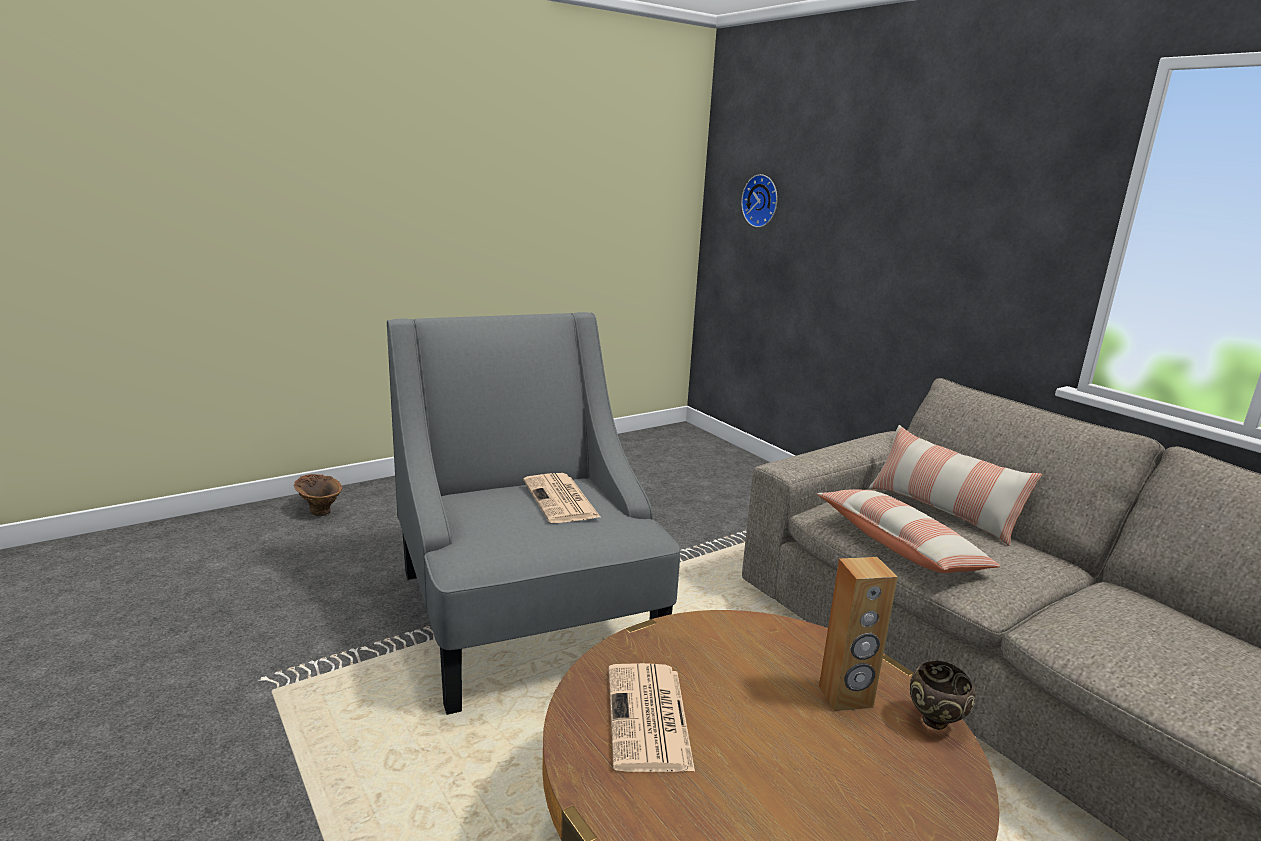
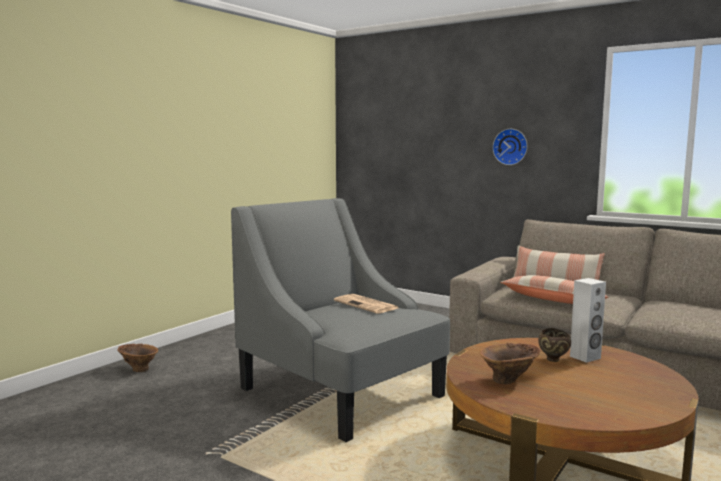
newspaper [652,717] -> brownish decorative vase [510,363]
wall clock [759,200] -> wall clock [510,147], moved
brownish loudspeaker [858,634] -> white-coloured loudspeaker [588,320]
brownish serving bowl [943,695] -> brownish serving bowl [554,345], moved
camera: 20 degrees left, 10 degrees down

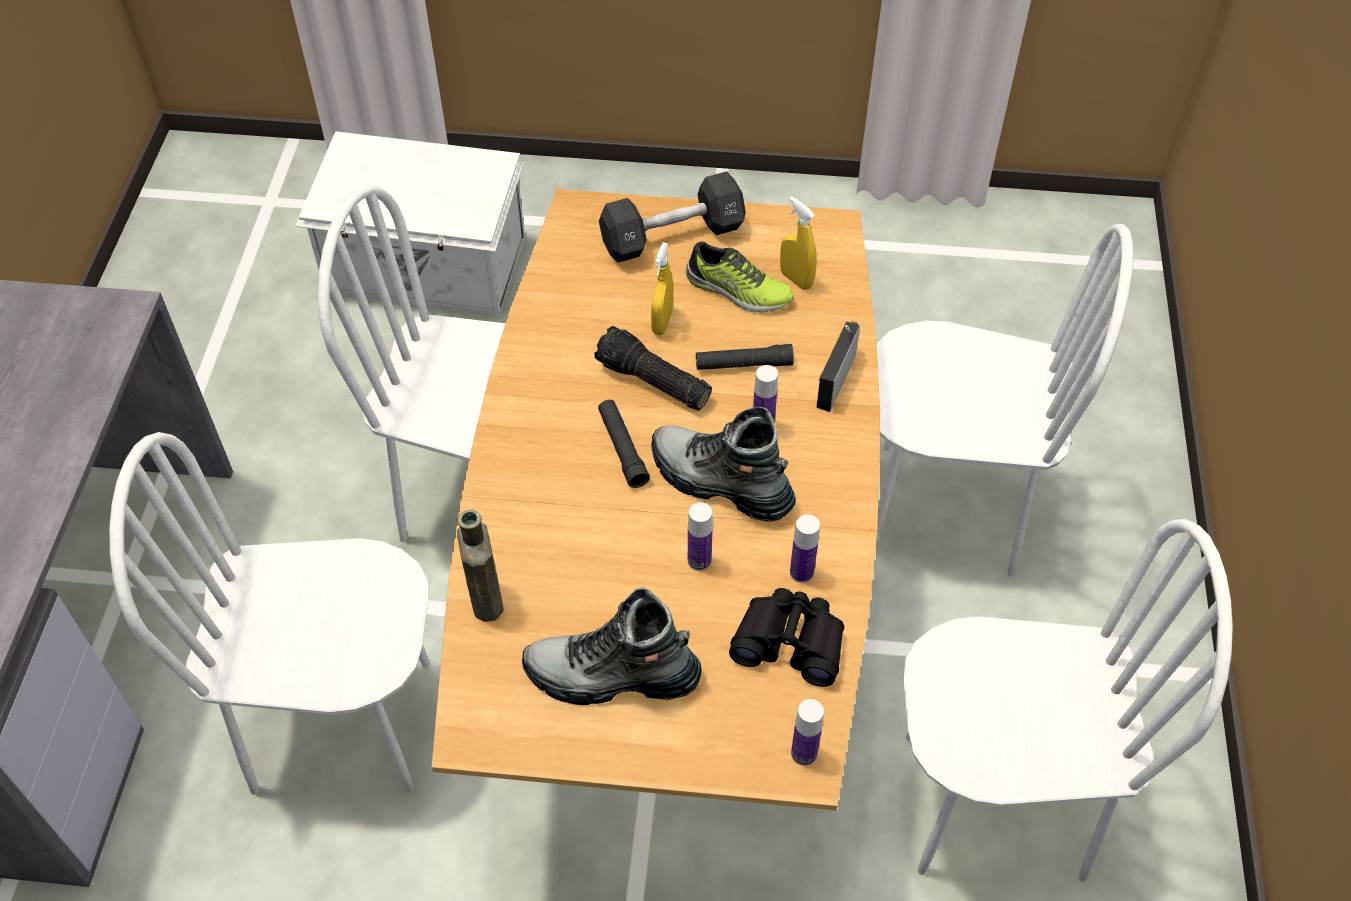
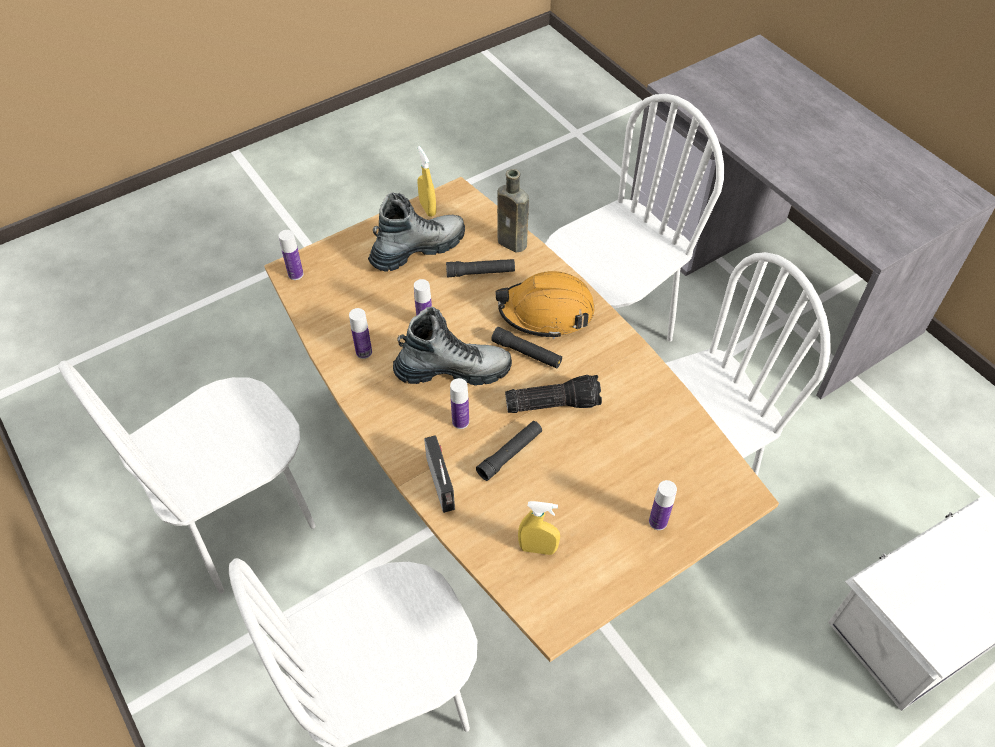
black-coloured free weight [672,217] -> drink bottle [663,505]
yellow-coloured spray bottle [662,288] -> yellow-coloured spray bottle [427,181], moved
low shoe [740,277] -> none
black-coloured binoculars [786,637] -> none
none -> black-coloured hand torch [480,268]
none -> orangey hard hat [544,305]
camera: 140 degrees right, 0 degrees up

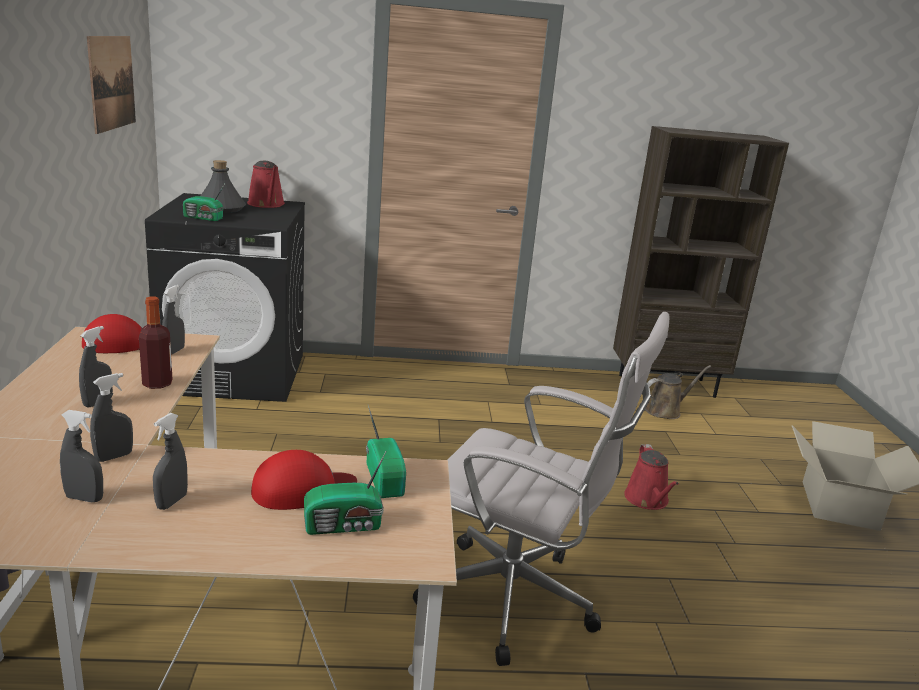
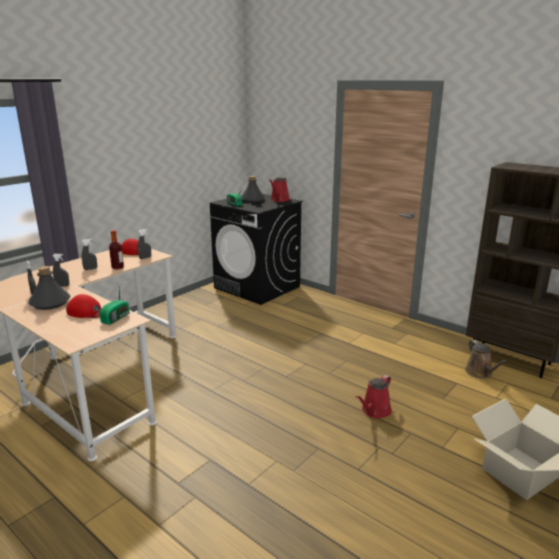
wall picture [111,85] -> none
gray spray bottle [170,461] -> gray drink bottle [49,288]
radio receiver [345,493] -> none
white-coloured office chair [541,489] -> none
brownish sprinkling can [678,392] -> brownish sprinkling can [486,359], 60 degrees clockwise
camera: 45 degrees right, 0 degrees up

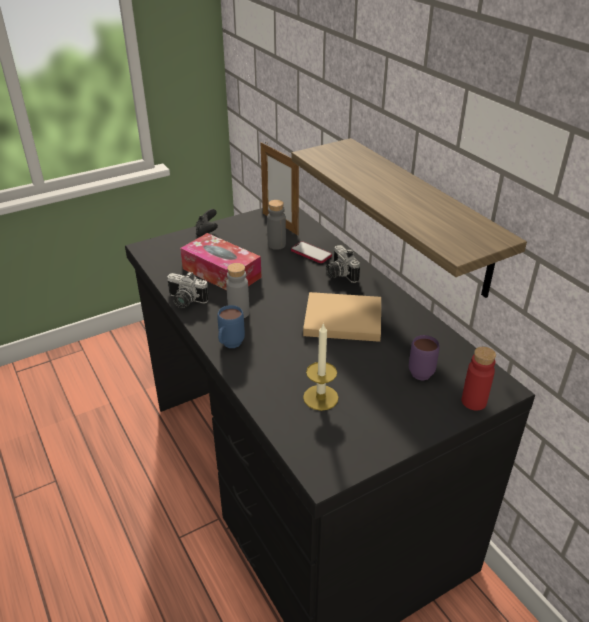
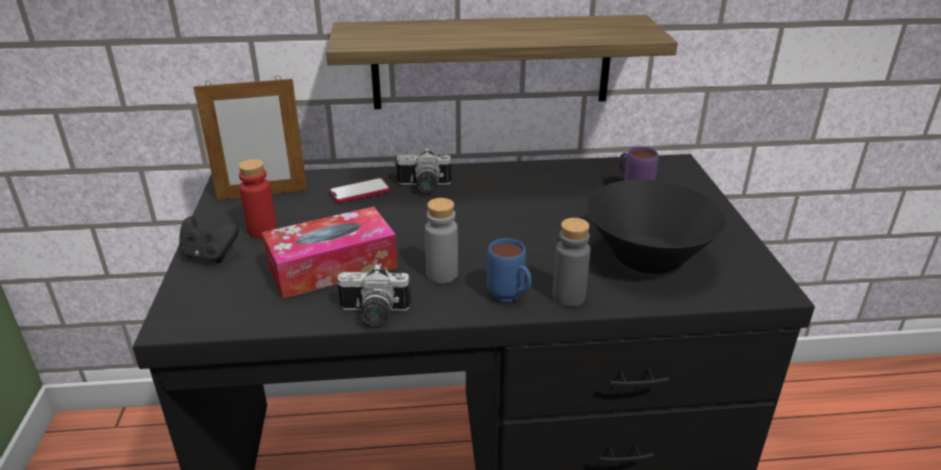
photo camera [188,290] -> photo camera [374,294], 45 degrees clockwise
gray drink bottle [276,225] -> gray drink bottle [571,262], moved
beige-coloured volume [342,317] -> none
wax light [321,367] -> black-coloured serving bowl [656,226]
reddish drink bottle [479,379] -> reddish drink bottle [257,198], moved
camera: 65 degrees left, 5 degrees down

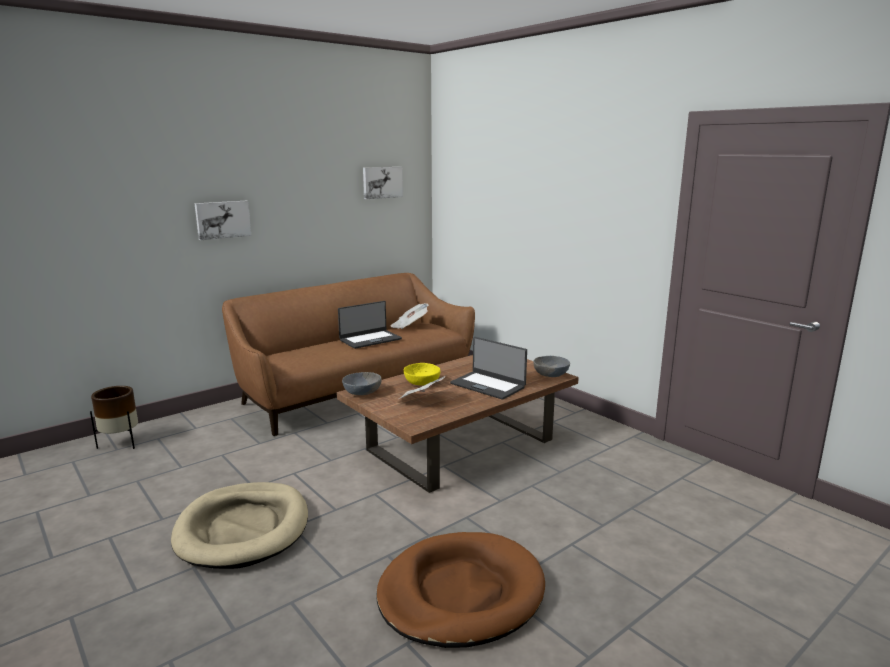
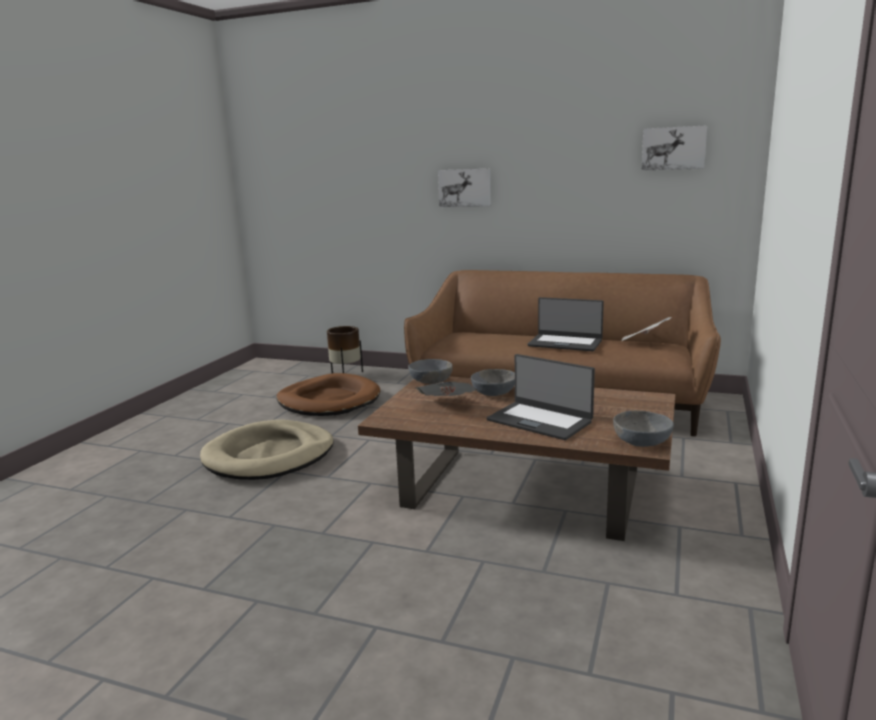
brownish pet bed [460,590] -> brownish pet bed [328,394], moved
yellow-coloured serving bowl [422,374] -> gray serving bowl [493,382]
laptop [488,368] -> laptop [541,397], 60 degrees counterclockwise
camera: 60 degrees right, 0 degrees up

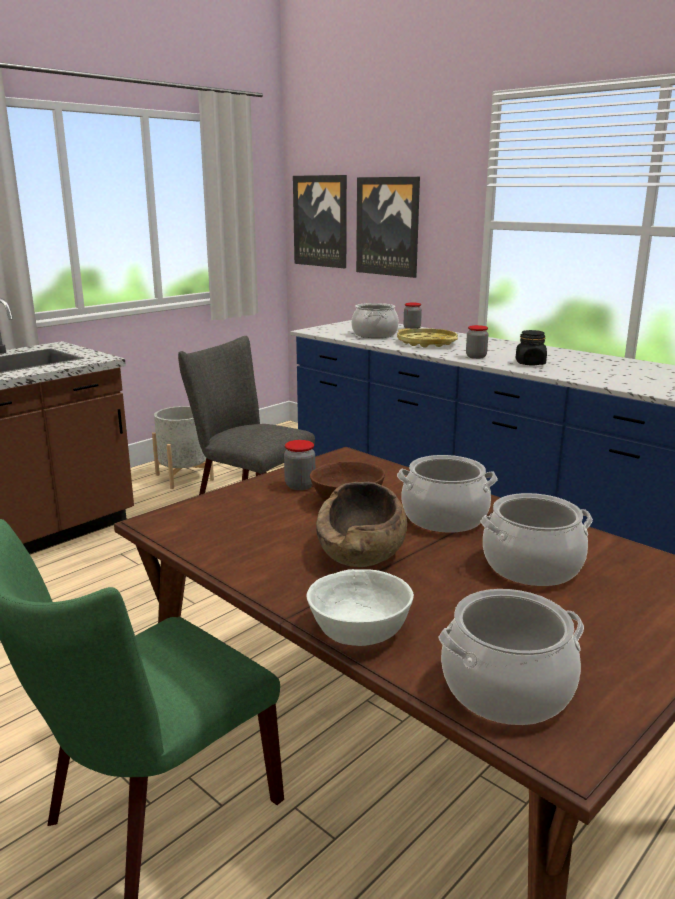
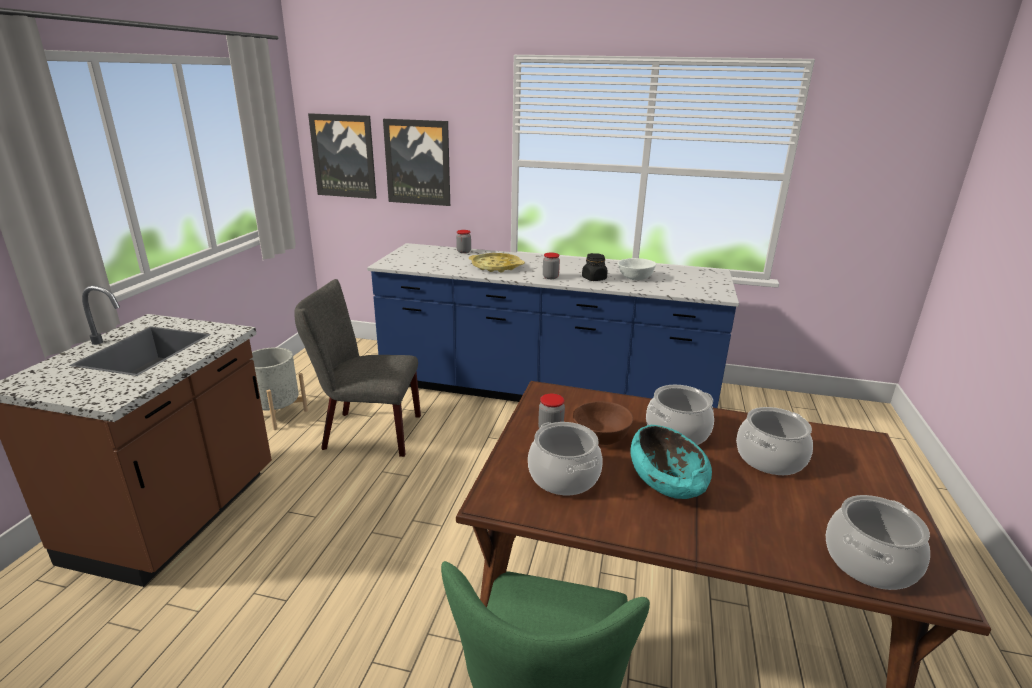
white-coloured serving bowl [360,607] -> white-coloured serving bowl [637,269], moved
brownish serving bowl [361,524] -> blue-green serving bowl [671,462]
stockpot [375,320] -> stockpot [565,458], moved
camera: 30 degrees left, 5 degrees up

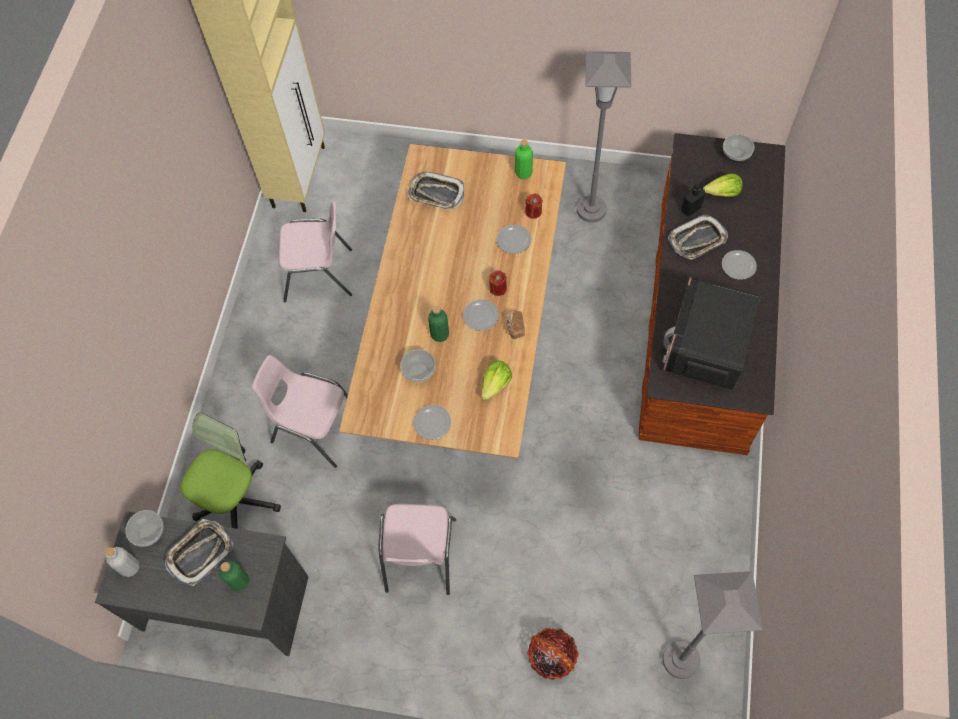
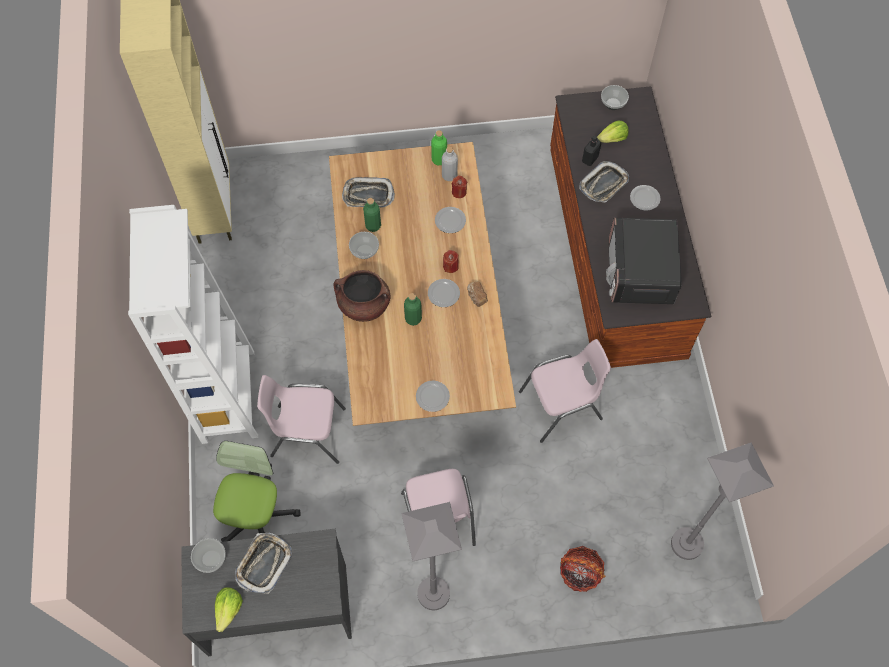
gray drink bottle [122,562] -> gray drink bottle [450,164], moved
green-coloured drink bottle [234,576] -> green-coloured drink bottle [372,215], moved
pinkish plain chair [315,251] -> pinkish plain chair [565,391], moved
serving bowl [418,365] -> serving bowl [364,245], moved
head of lettuce [496,380] -> head of lettuce [229,609], moved
gray standing lamp [604,137] -> gray standing lamp [431,556], moved
none -> white-coloured bookshelf [193,324]
none -> brownish stockpot [362,296]
camera: 20 degrees left, 0 degrees up

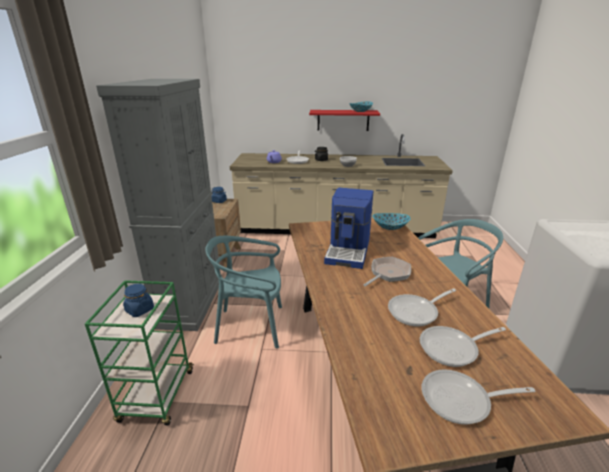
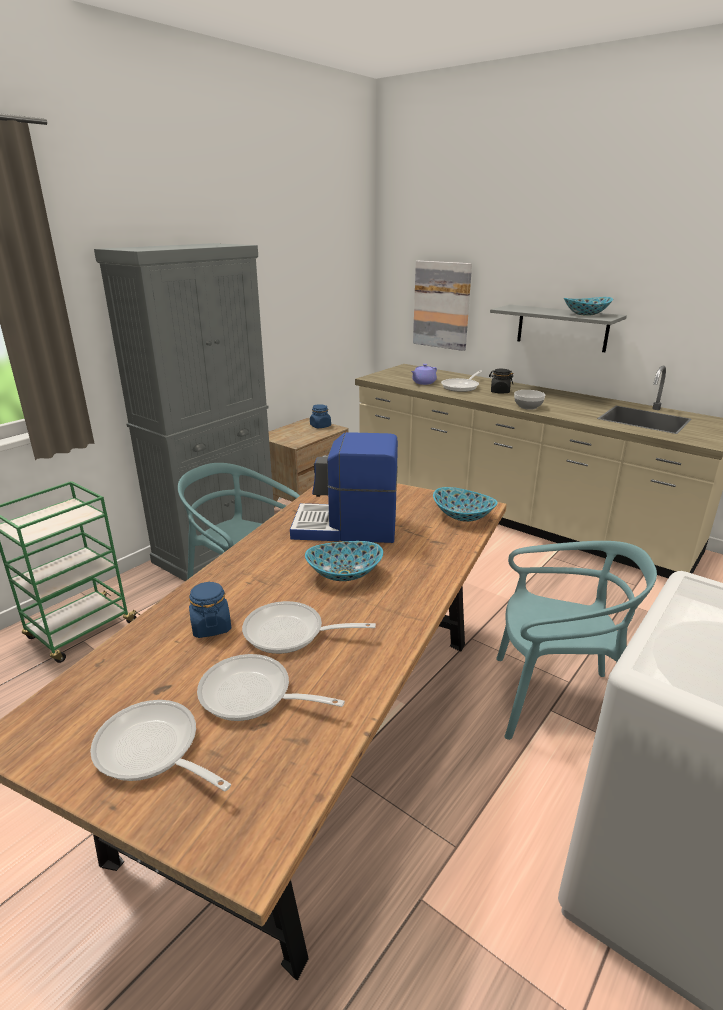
blue storage jar [138,300] -> blue storage jar [210,610], moved
reddish wall shelf [344,120] -> gray wall shelf [558,328]
coffee brewer [348,228] -> coffee brewer [344,487], 45 degrees clockwise
pan [387,271] -> serving bowl [344,561]
none -> wall picture [442,306]
camera: 35 degrees right, 0 degrees up

